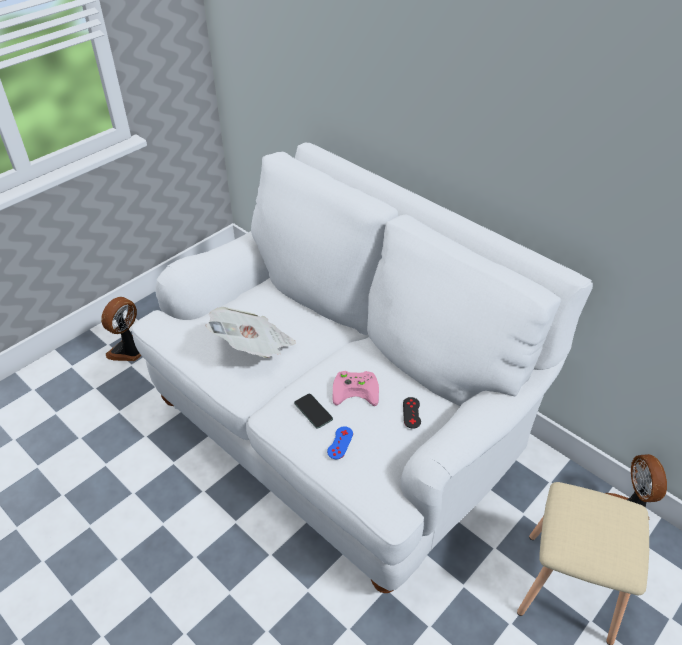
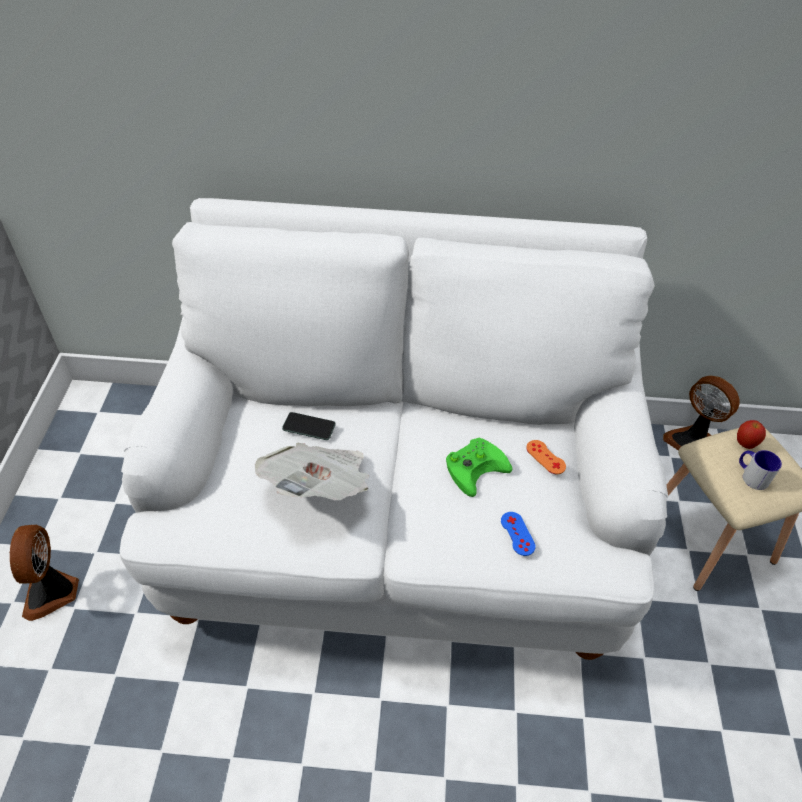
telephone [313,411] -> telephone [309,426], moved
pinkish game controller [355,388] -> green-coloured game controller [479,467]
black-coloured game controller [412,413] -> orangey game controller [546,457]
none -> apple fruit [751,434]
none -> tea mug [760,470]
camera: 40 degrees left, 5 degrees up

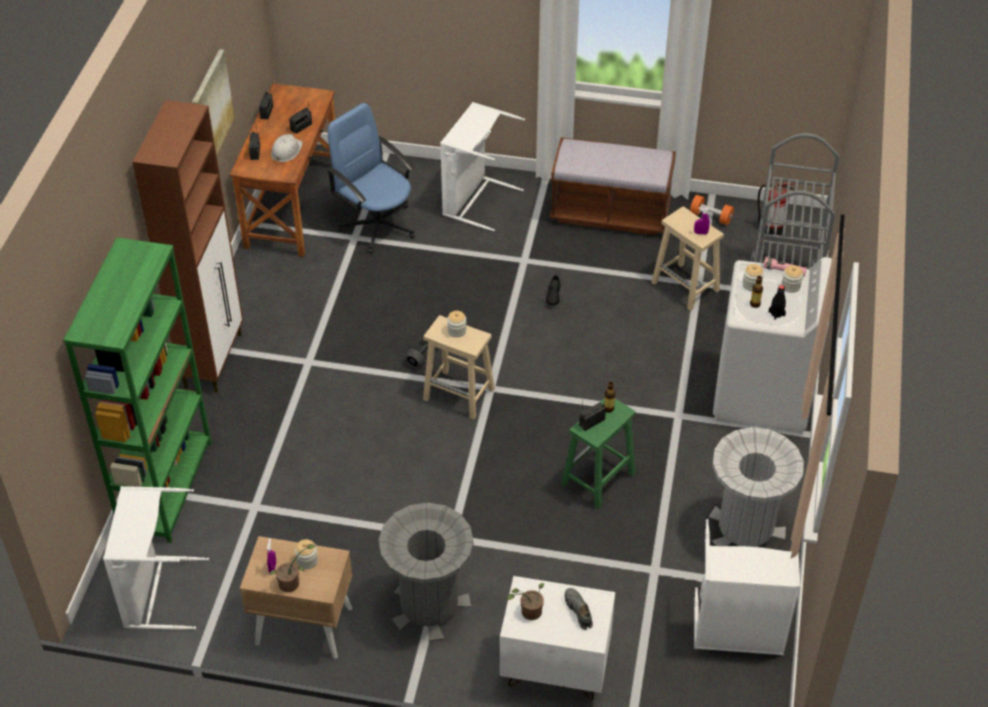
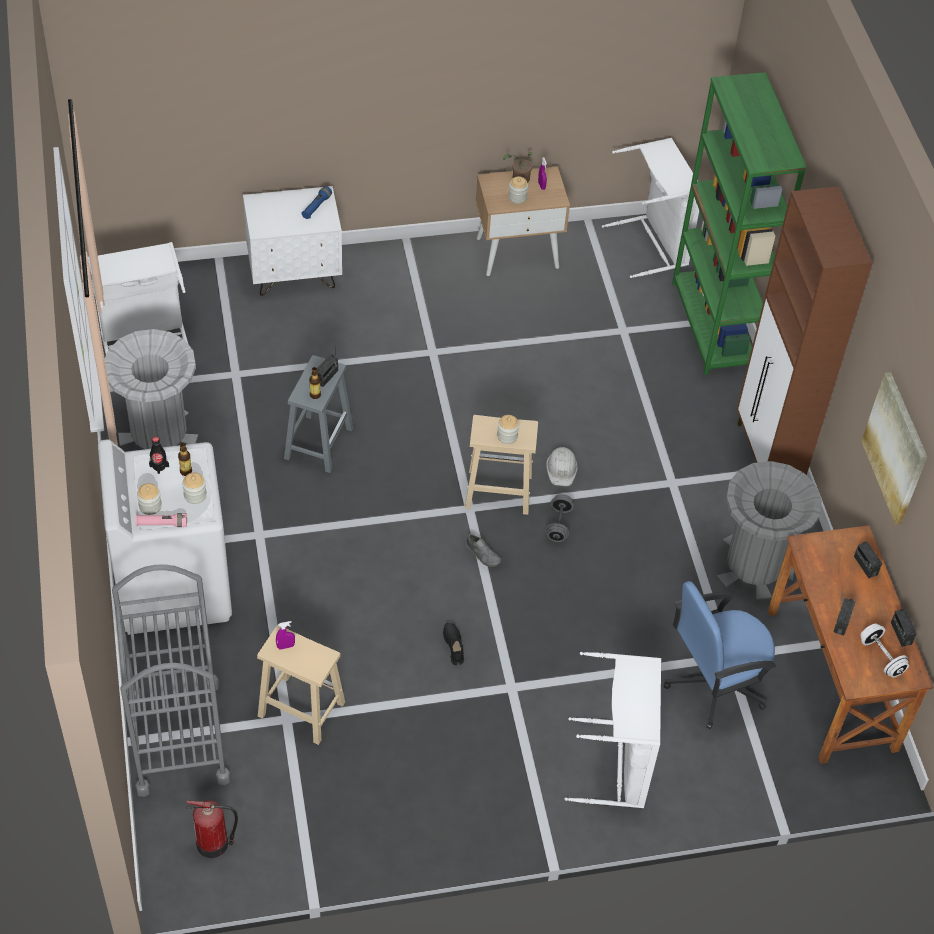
white-coloured hard hat [287,148] -> white-coloured hard hat [562,466], moved
blue office chair [371,178] -> blue office chair [719,655], 135 degrees clockwise
gray trash can [426,572] -> gray trash can [769,530], moved
potted plant [525,601] -> blue hand torch [316,202]
brownish bench [613,186] -> none
green-coloured stool seat [598,453] -> gray stool seat [318,414]
gray low shoe [579,609] -> gray low shoe [484,550], moved
orangey free weight [712,210] -> none
none -> white-coloured free weight [884,650]
camera: 155 degrees right, 5 degrees up

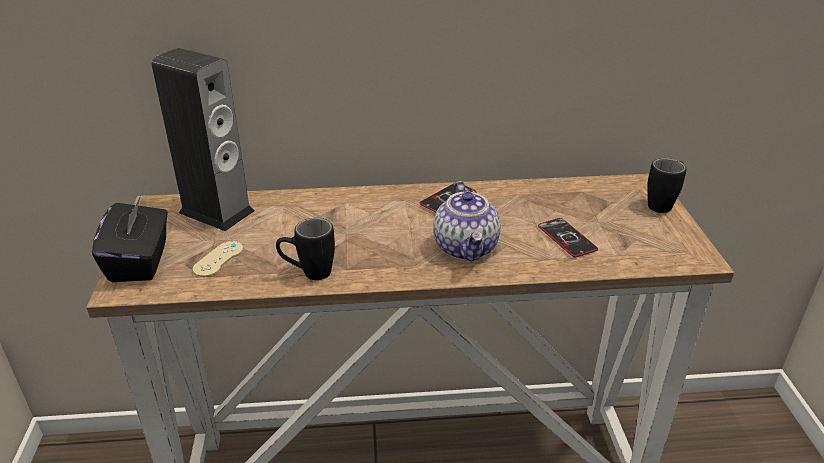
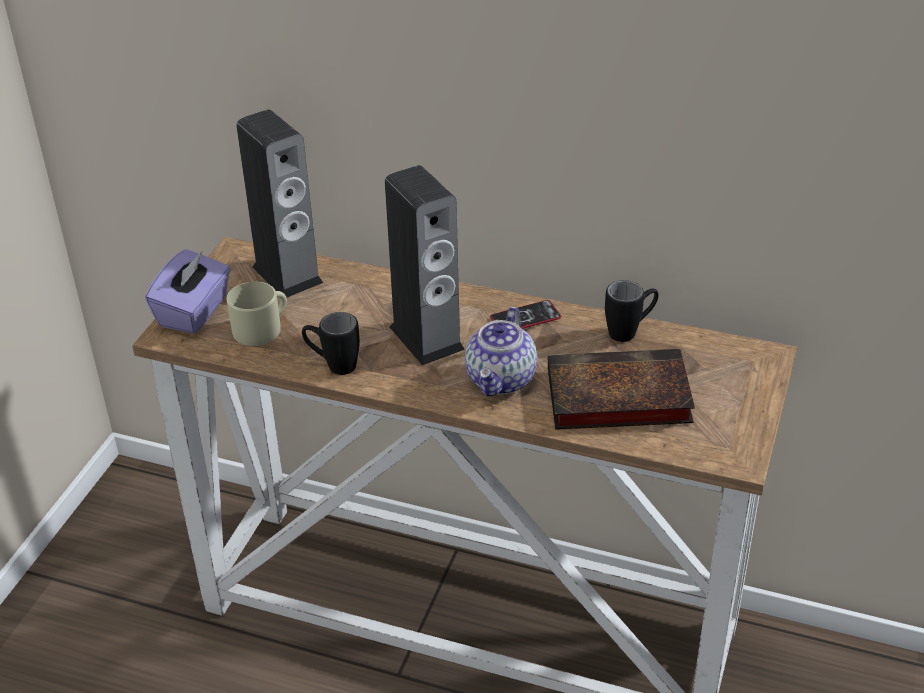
black-coloured tissue holder [130,239] -> purple-coloured tissue holder [188,291]
beige-coloured game controller [217,259] -> beige-coloured tea mug [256,314]
telephone [568,238] -> volume [621,389]
black-coloured tea mug [666,185] -> black-coloured tea mug [632,311], moved
none -> loudspeaker [425,265]
camera: 25 degrees right, 5 degrees up

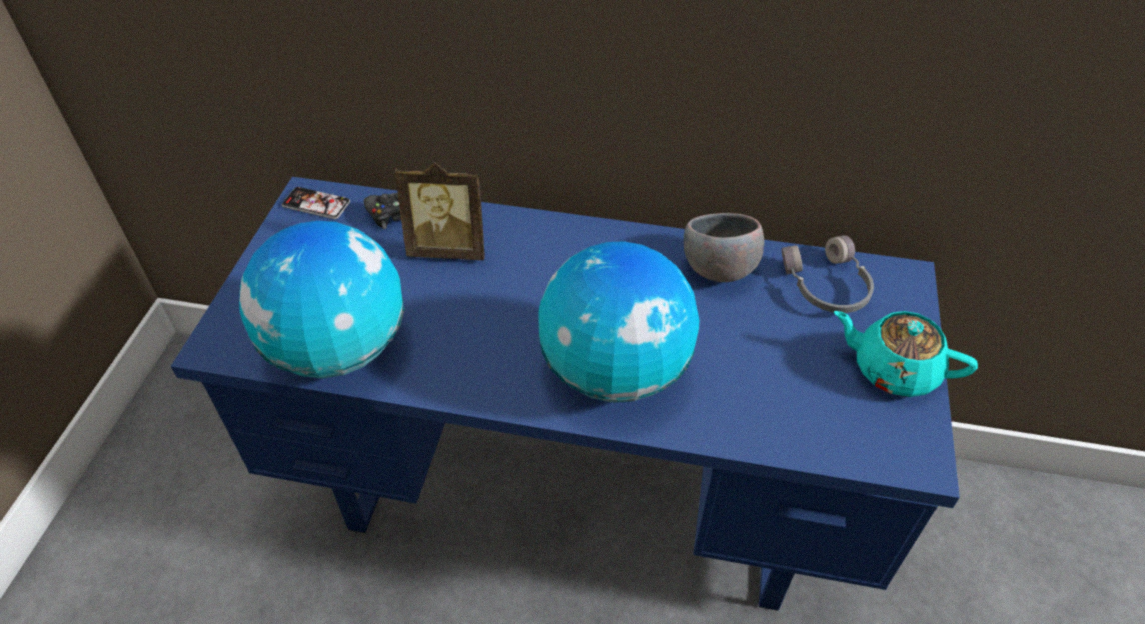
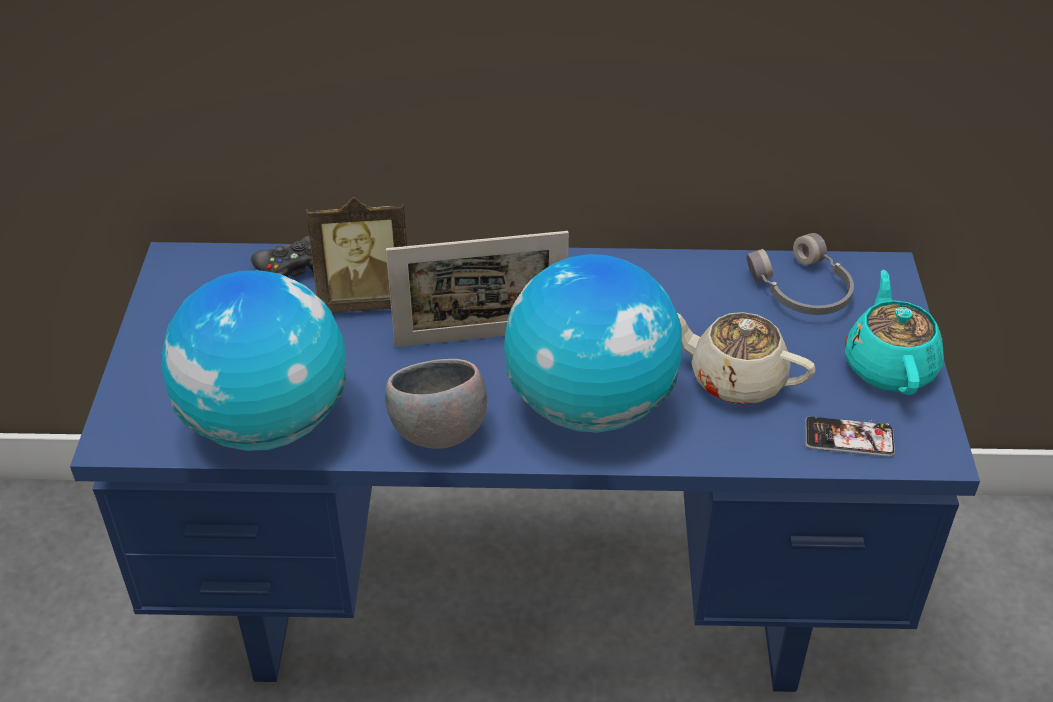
telephone [316,203] -> telephone [850,437], moved
gray serving bowl [724,247] -> gray serving bowl [436,404], moved
blue-green pot for tea [906,354] -> blue-green pot for tea [894,332], 75 degrees clockwise
none -> photo frame [477,289]
none -> beige-coloured pot for tea [745,358]
camera: 10 degrees left, 5 degrees down

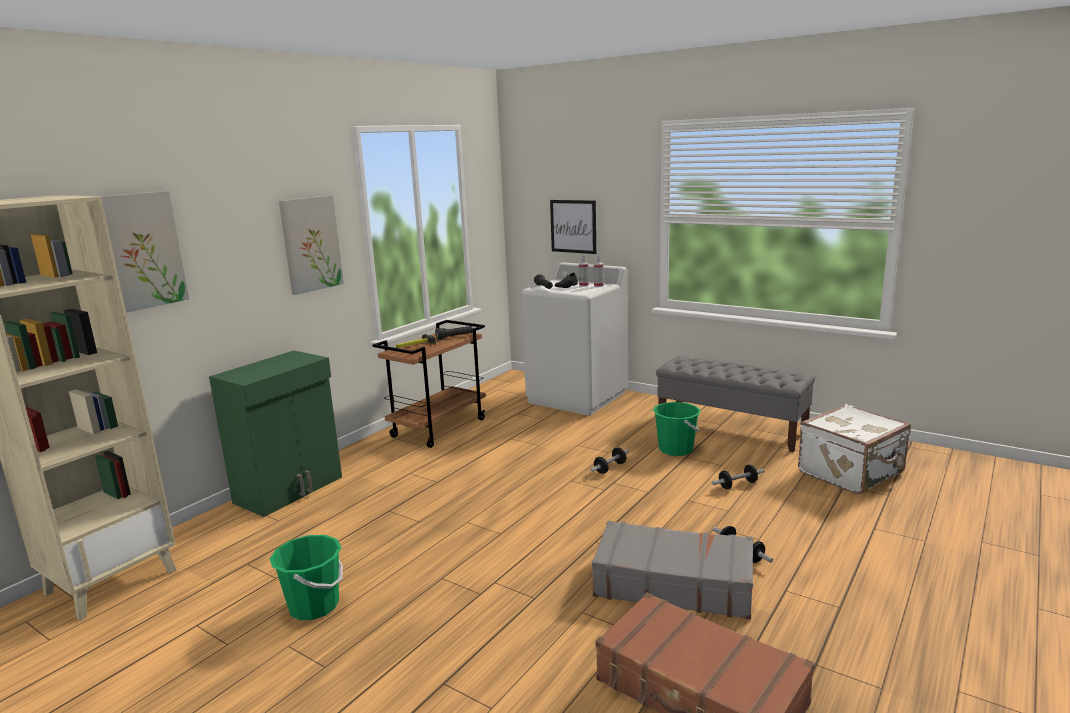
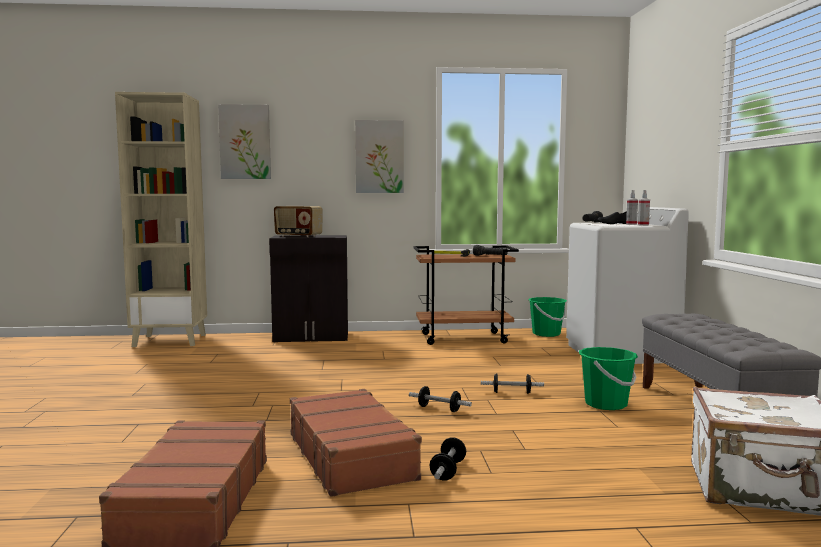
green-coloured cupboard [275,434] -> black-coloured cupboard [308,288]
green-coloured pail [306,577] -> green-coloured pail [547,317], moved
wall picture [573,227] -> none
gray suitcase [672,570] -> brownish suitcase [356,443]
free weight [738,477] -> free weight [440,399], moved
none -> radio receiver [298,221]
camera: 50 degrees right, 10 degrees down

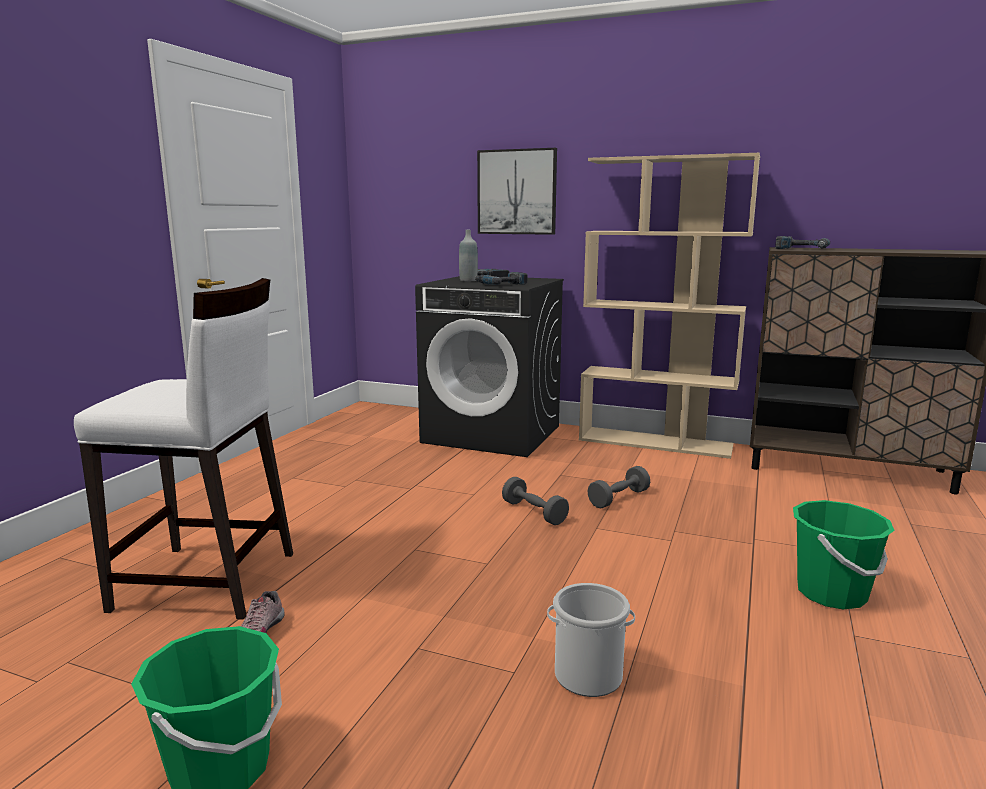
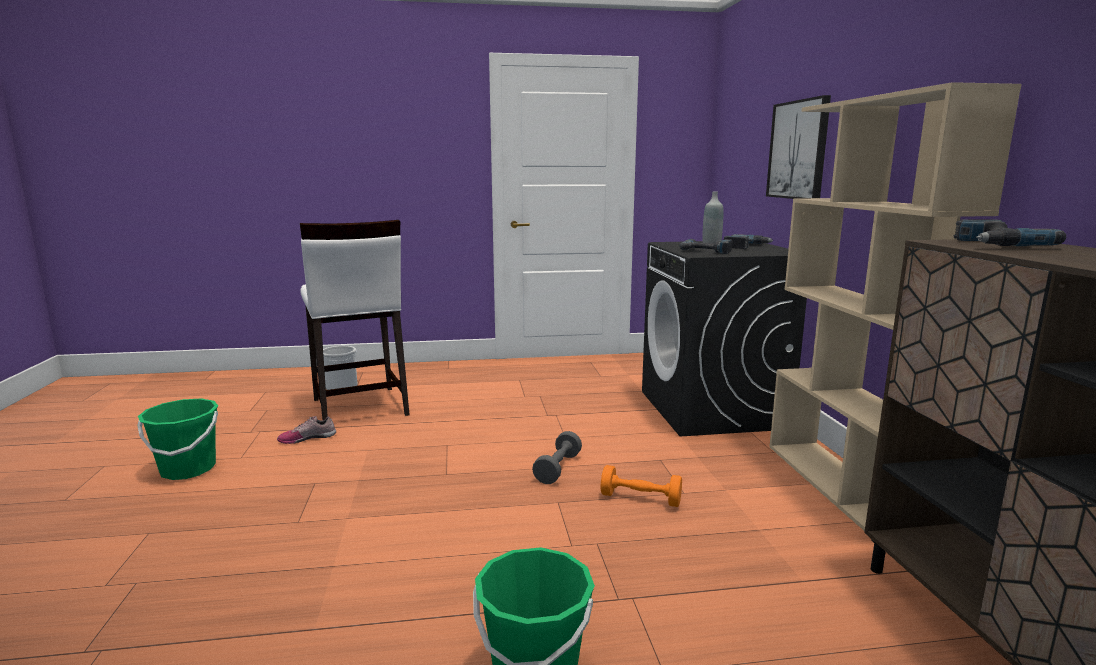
pail [591,640] -> pail [340,368], moved
gray free weight [618,487] -> orangey free weight [641,486]
camera: 60 degrees right, 0 degrees up

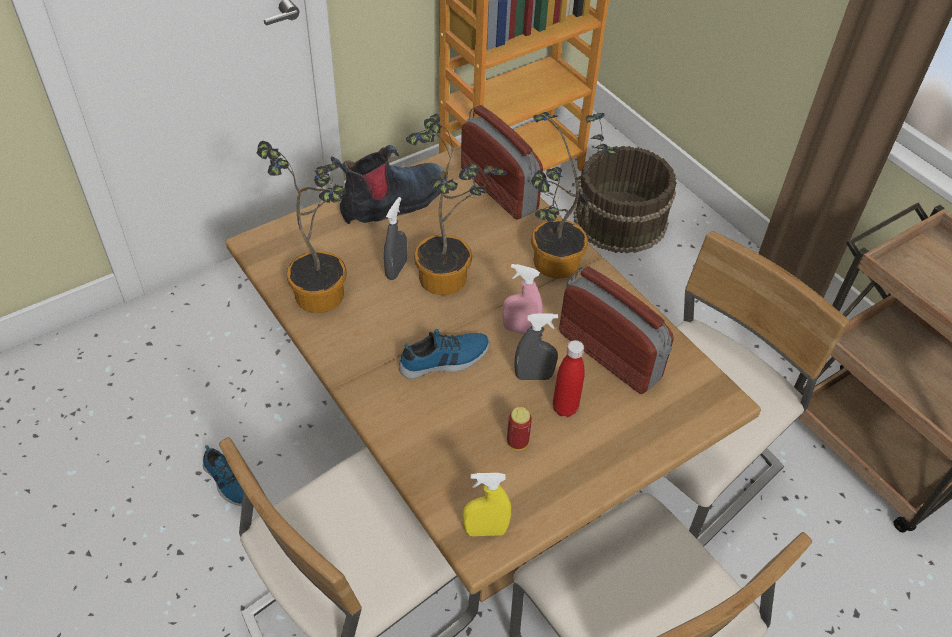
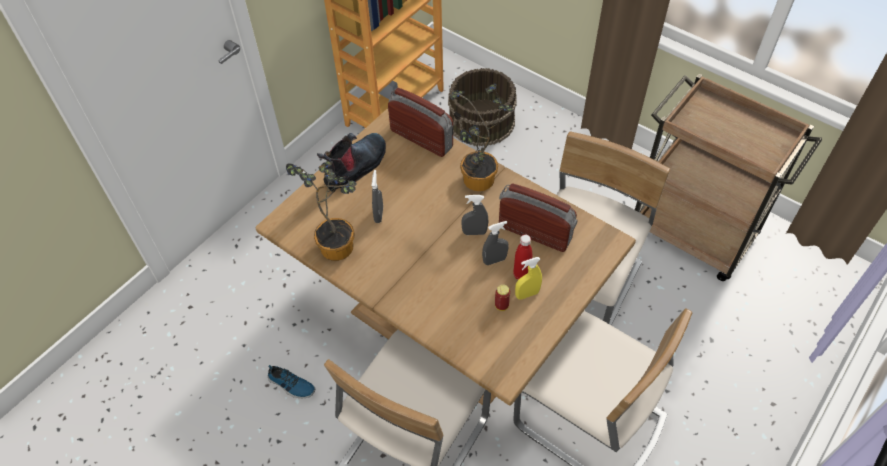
low shoe [444,354] -> none
potted plant [456,204] -> none
yellow-coloured spray bottle [486,504] -> yellow-coloured spray bottle [528,278], moved
pinkish spray bottle [522,299] -> gray spray bottle [474,215]
camera: 15 degrees left, 5 degrees up

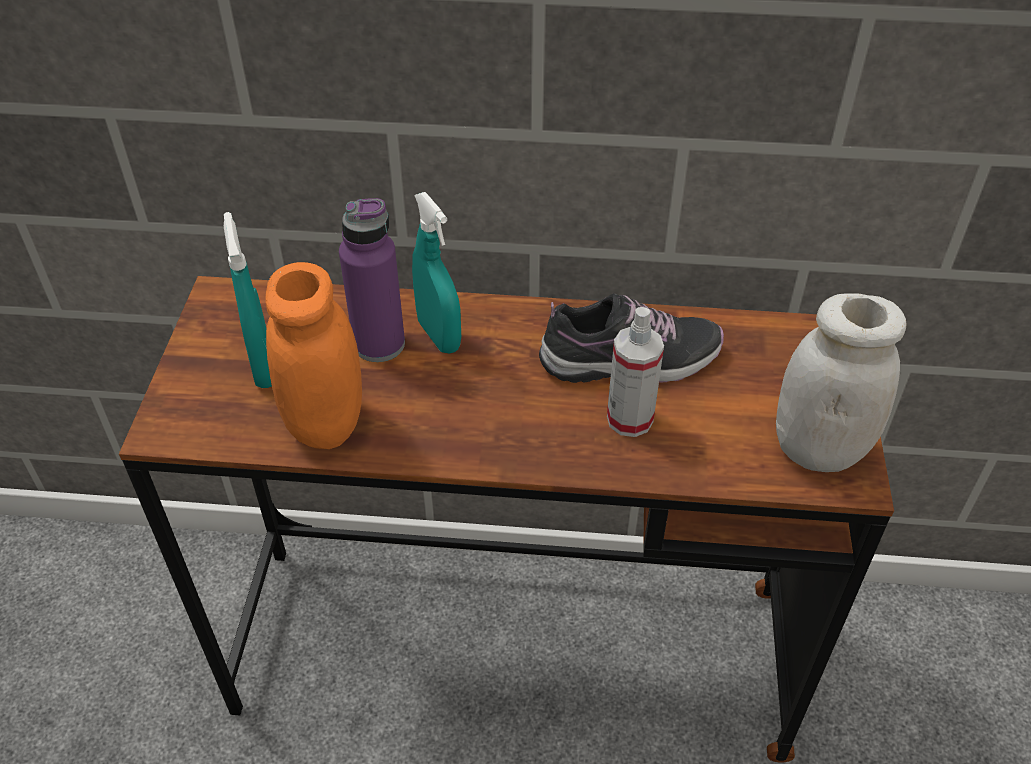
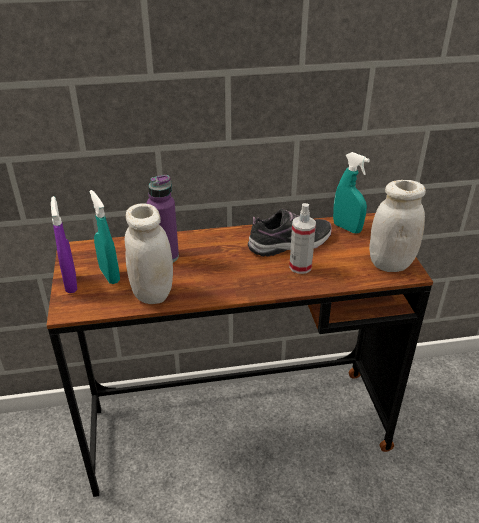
orangey storage jar [313,355] -> white-coloured storage jar [149,253]
blue-green spray bottle [436,273] -> blue-green spray bottle [351,193], moved
none -> purple-coloured spray bottle [64,244]
camera: 15 degrees left, 10 degrees down

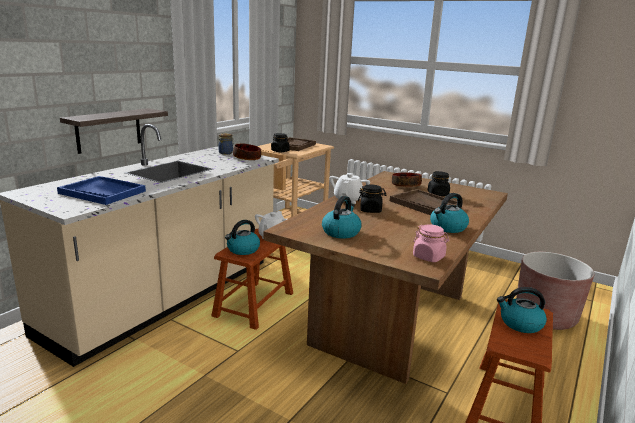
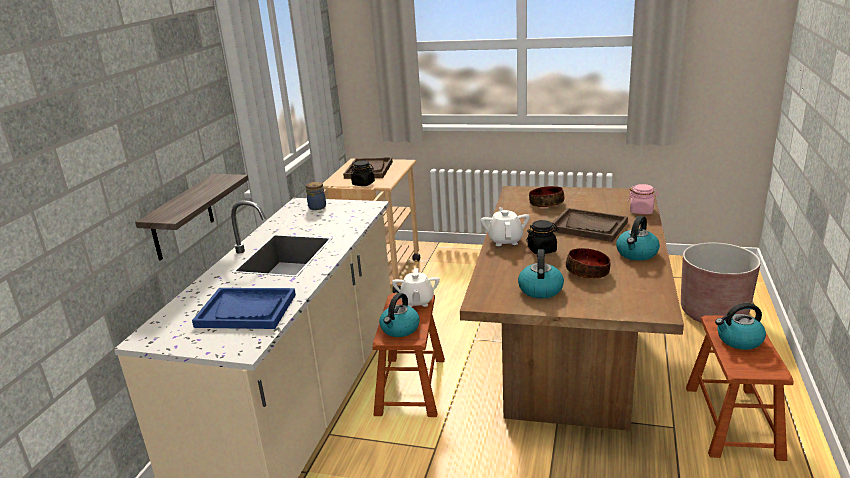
serving bowl [247,151] -> serving bowl [588,263], moved
pinkish storage jar [431,243] -> pinkish storage jar [643,199], moved
black-coloured storage jar [439,183] -> none
camera: 15 degrees left, 5 degrees up

